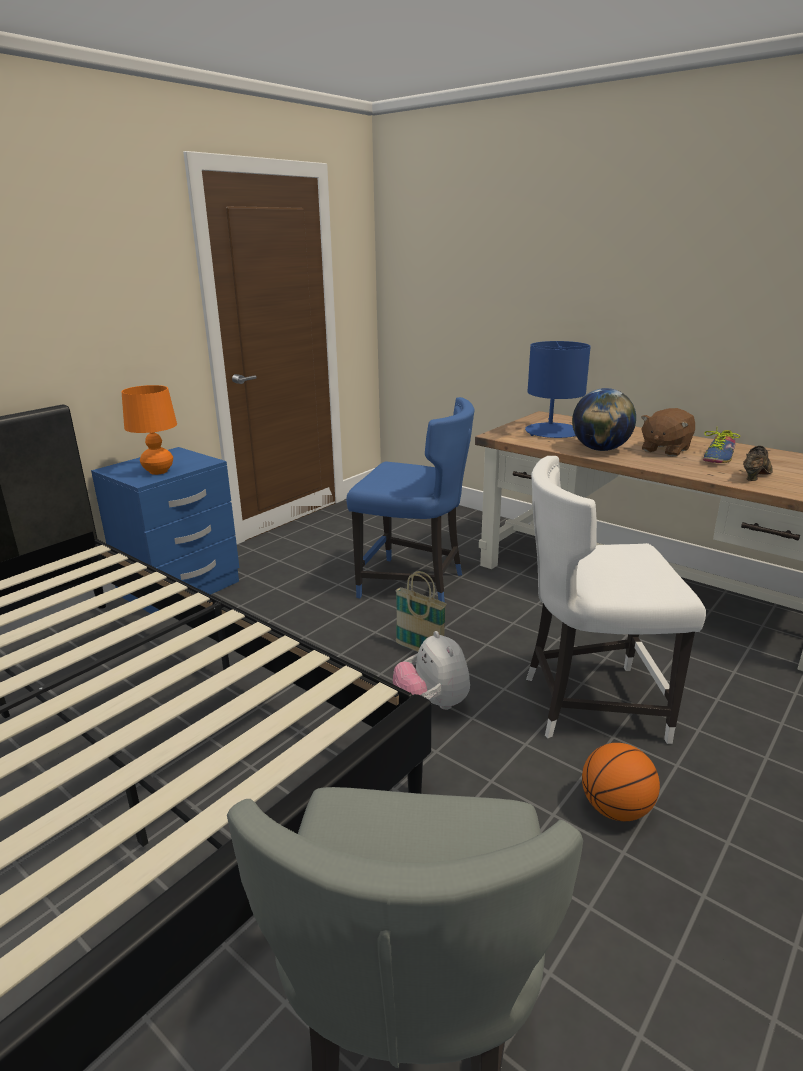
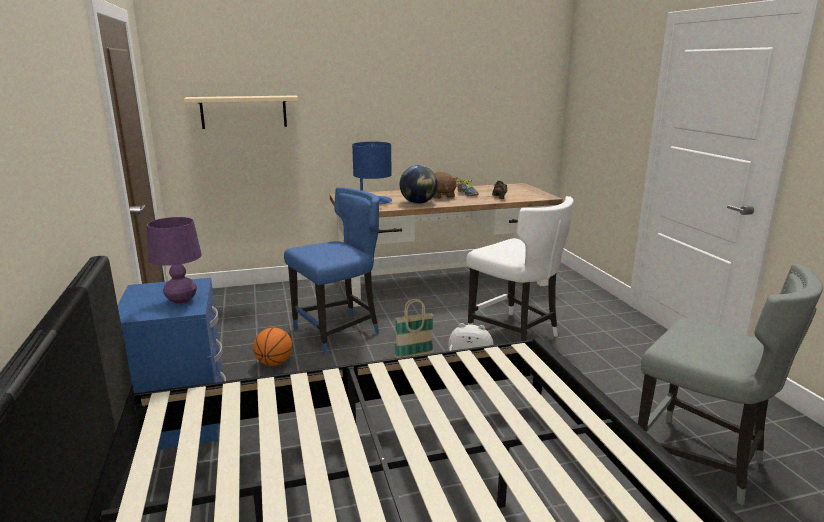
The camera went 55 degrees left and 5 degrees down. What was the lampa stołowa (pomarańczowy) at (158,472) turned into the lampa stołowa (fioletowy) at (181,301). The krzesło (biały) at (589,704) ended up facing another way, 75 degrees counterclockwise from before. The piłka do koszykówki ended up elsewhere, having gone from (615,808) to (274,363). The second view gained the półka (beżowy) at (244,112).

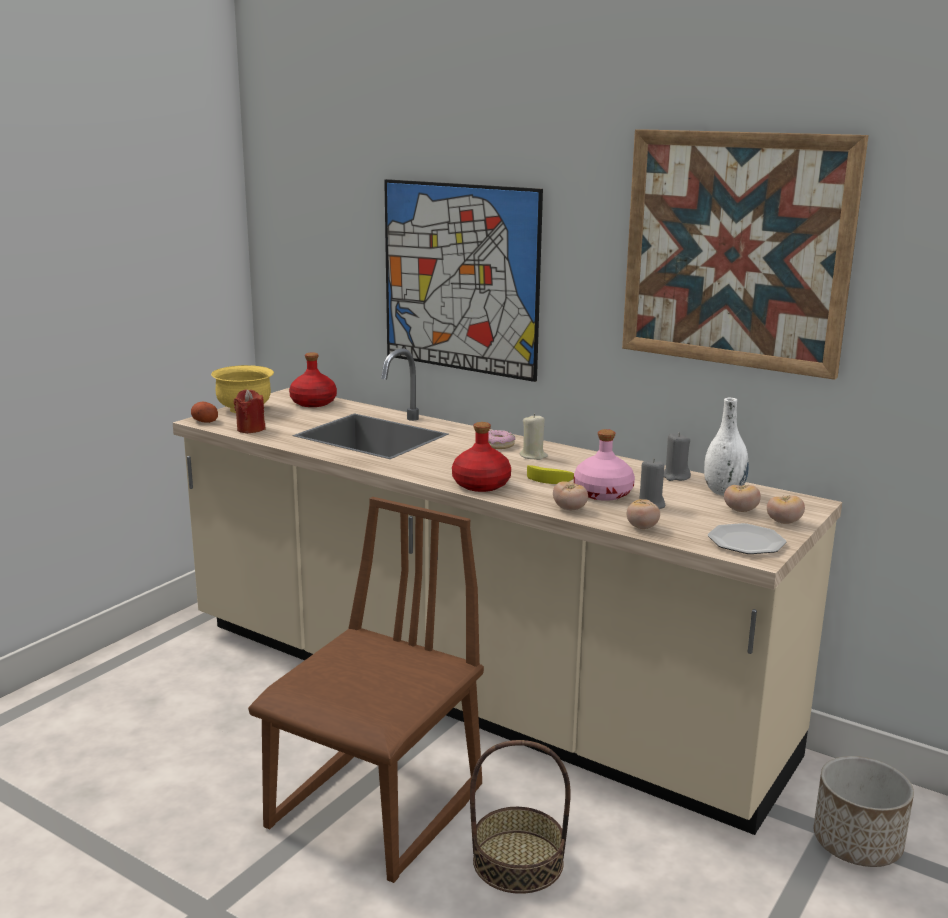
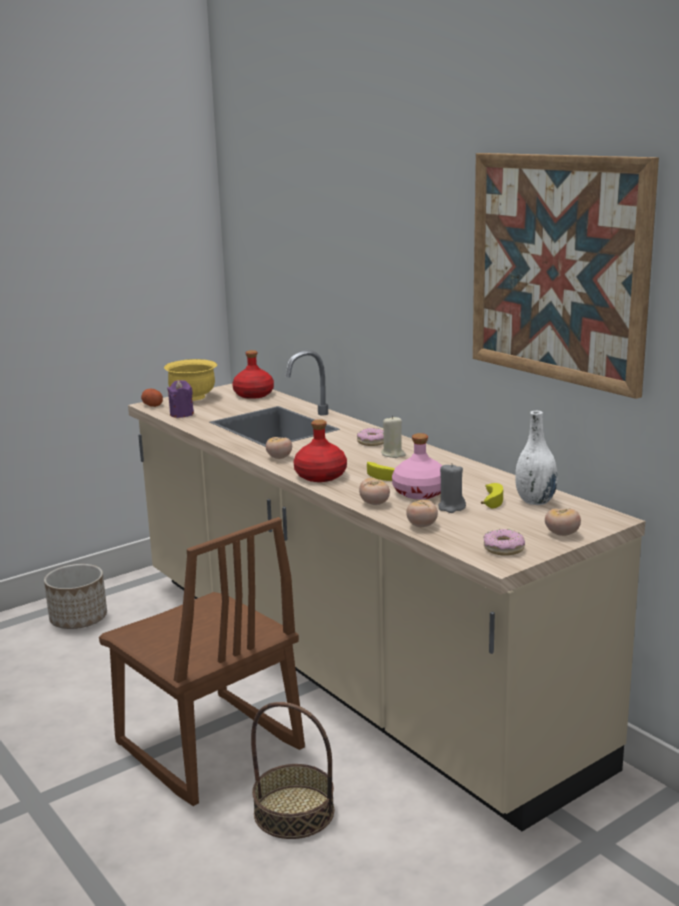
The camera went 20 degrees right and 0 degrees up. The second view lost the obraz at (460,278). What was the świeca (czerwony) at (251,429) turned into the świeca (fioletowy) at (181,414). The second view lost the świeca (szary) at (675,477). The pomidor ended up elsewhere, having gone from (740,510) to (279,458). The krzesło (brązowy) at (378,809) ended up facing another way, 90 degrees clockwise from before. Where the talerz stood at (746,542), the donut came to stand at (503,548). The donica ended up elsewhere, having gone from (858,843) to (79,619). The second view gained the banan at (490,500).

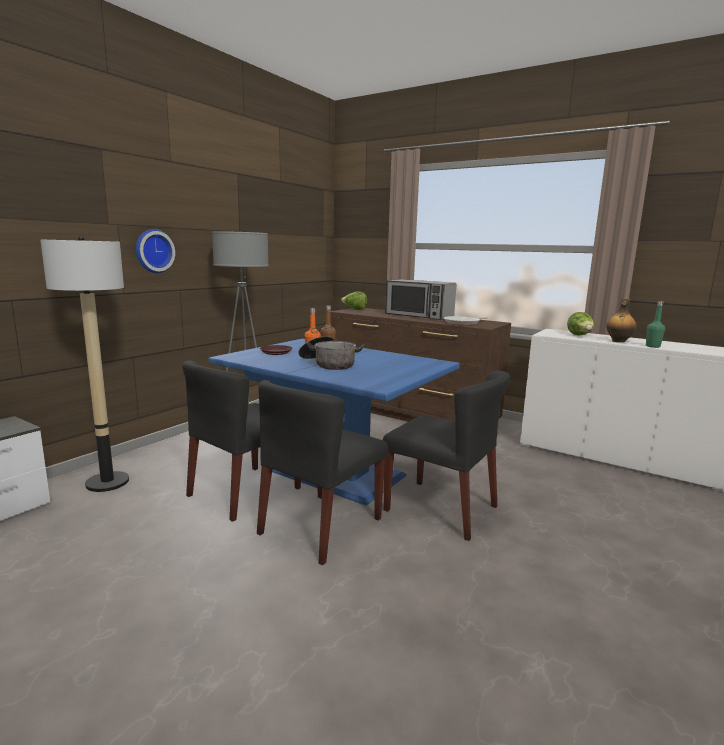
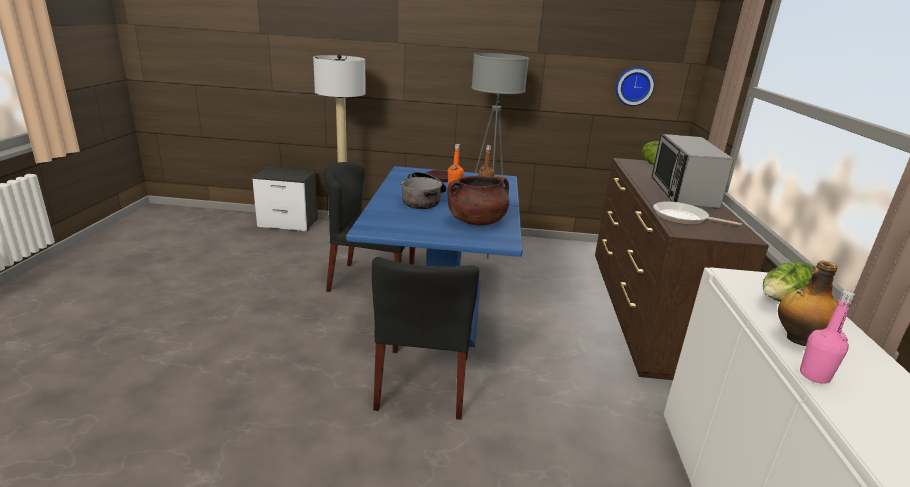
The camera went 60 degrees right and 10 degrees up. The zegar ścienny ended up elsewhere, having gone from (153,251) to (634,86). What was the butelka (zielony) at (652,346) turned into the butelka (różowy) at (814,375). The second view lost the krzesło (czarny) at (320,526). The second view gained the garnek (brązowy) at (476,221).

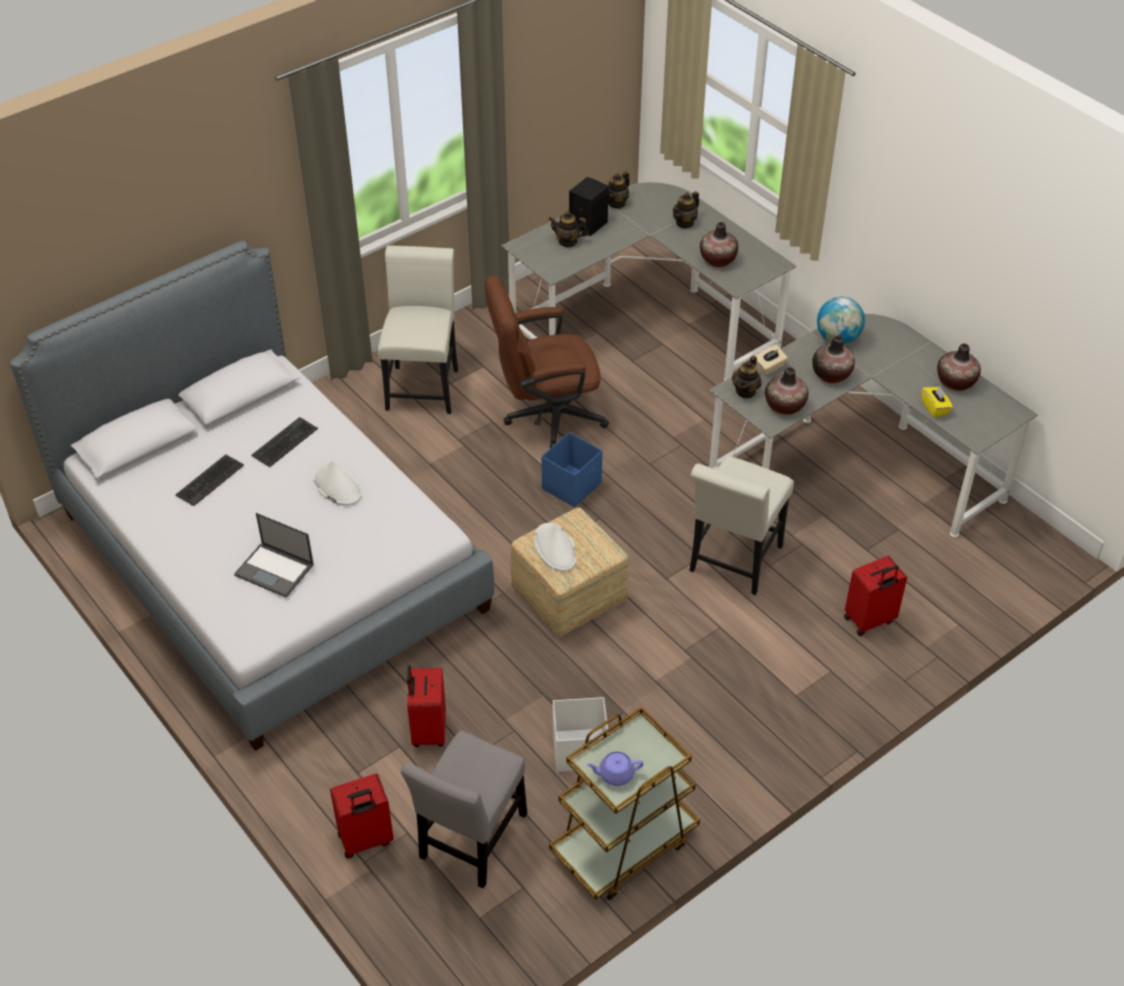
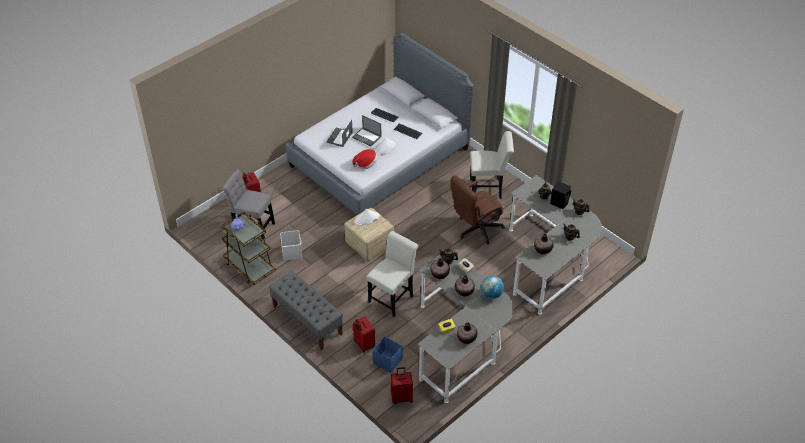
The camera went 85 degrees right and 0 degrees up. The krzesło biurowe (brązowy) at (545,416) ended up facing another way, 105 degrees counterclockwise from before. The pojemnik do przechowywania (niebieski) ended up elsewhere, having gone from (572,486) to (387,361). The krzesło (biały) at (733,563) ended up facing another way, 105 degrees clockwise from before. The walizka (czerwony) ended up elsewhere, having gone from (427,731) to (402,397). The second view gained the laptop at (367,137). The second view gained the kapelusz at (366,164). The second view gained the ławka (szary) at (307,320).

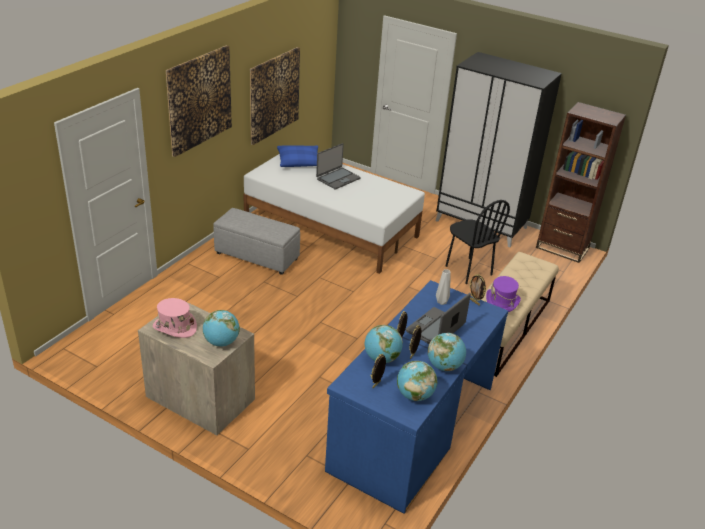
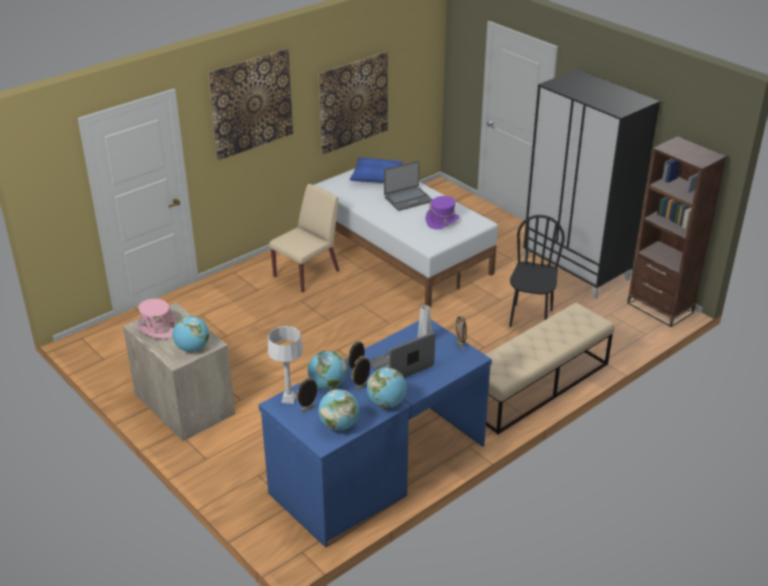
The camera went 20 degrees right and 0 degrees up. The krzesło (czarny) at (468,270) ended up facing another way, 150 degrees counterclockwise from before. Where the pufa (szary) stood at (257,256), the krzesło (beżowy) came to stand at (307,273). The kapelusz (fioletowy) ended up elsewhere, having gone from (502,302) to (442,221). The second view gained the lampa stołowa (szary) at (288,399).

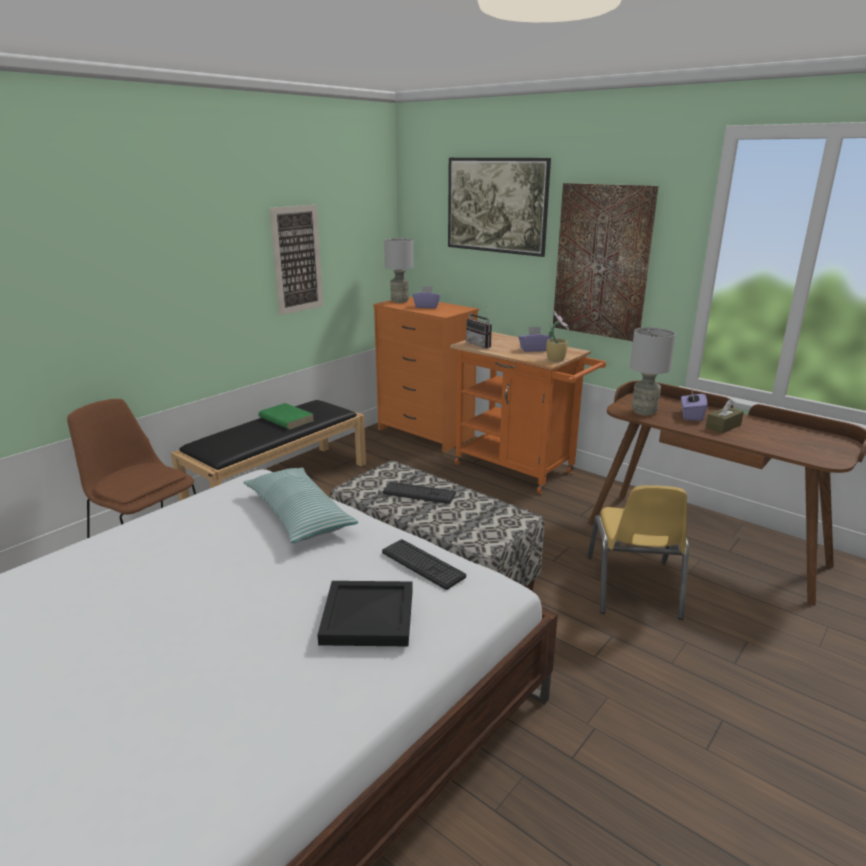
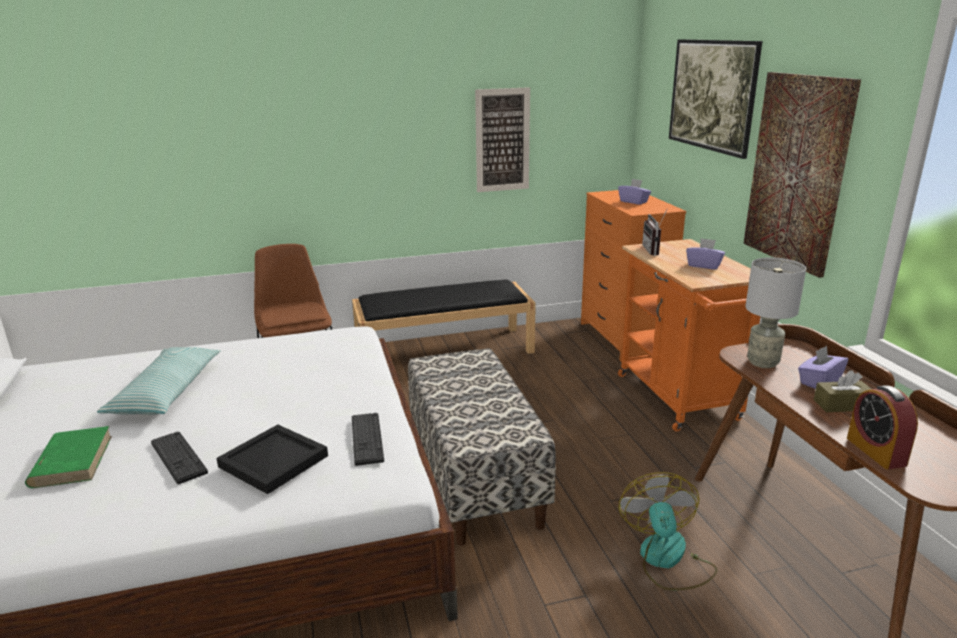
The camera went 35 degrees right and 0 degrees up. The second view lost the lampa stołowa (szary) at (400,301). The second view lost the roślina doniczkowa at (556,359). The książka (zielony) ended up elsewhere, having gone from (286,419) to (72,460). The poduszka ended up elsewhere, having gone from (298,515) to (167,392). The klawiatura ended up elsewhere, having gone from (419,493) to (178,457). Where the krzesło (żółty) stood at (632,586), the wentylator came to stand at (667,559). The second view gained the budzik at (876,451).

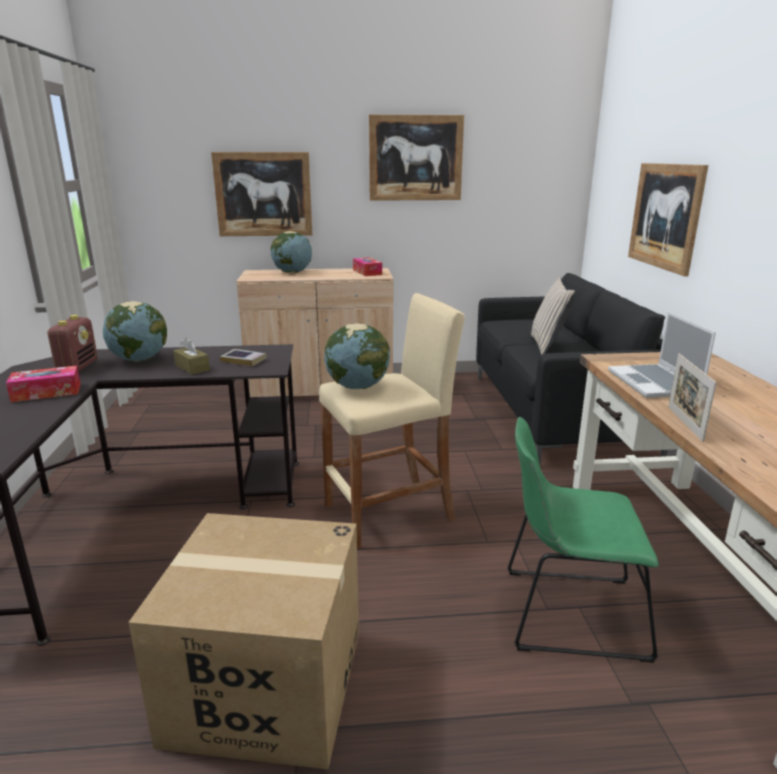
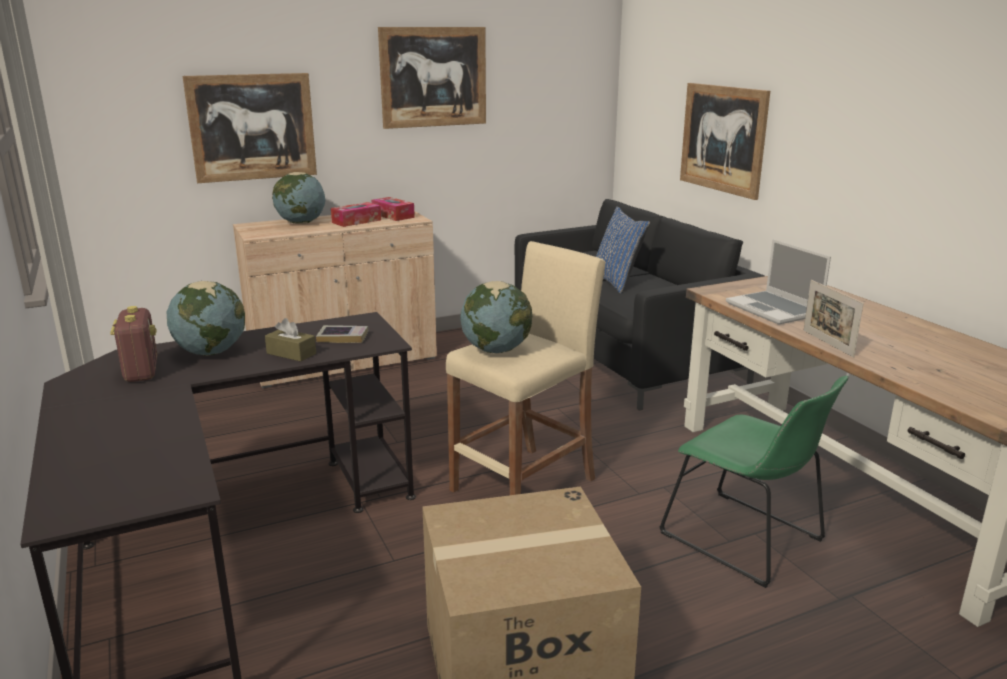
The camera went 20 degrees left and 0 degrees up. What was the poduszka (beżowy) at (548,345) turned into the poduszka (niebieski) at (617,281). The pudełko chusteczek ended up elsewhere, having gone from (46,392) to (356,221). The krzesło (zielony) at (566,612) ended up facing another way, 120 degrees counterclockwise from before.

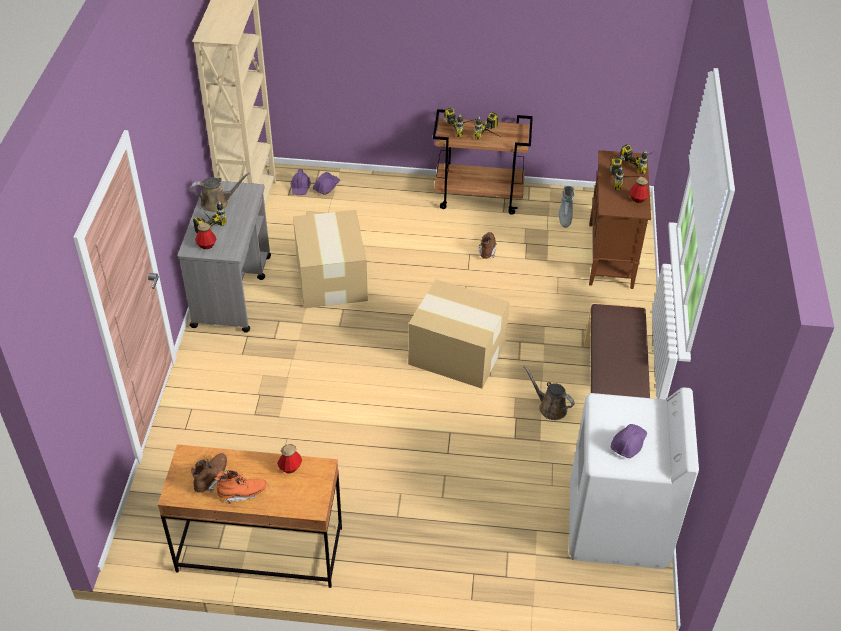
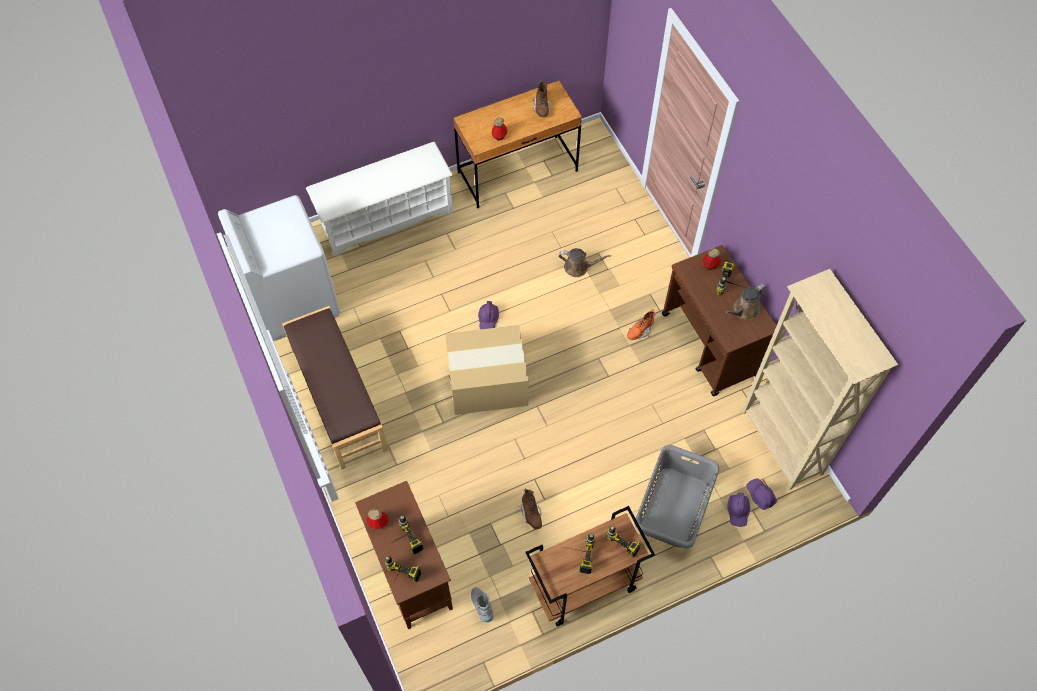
The camera went 150 degrees right and 15 degrees up. What was the wózek (szary) at (232,290) turned into the wózek (brązowy) at (710,345). The second view lost the karton at (331,277). The konewka (brązowy) ended up elsewhere, having gone from (550,407) to (578,267). The kask (fioletowy) ended up elsewhere, having gone from (628,443) to (488,319). The but z cholewką (pomarańczowy) ended up elsewhere, having gone from (242,493) to (640,331). The second view gained the regał na buty (biały) at (386,217). The second view gained the kosz na pranie (szary) at (674,507).

